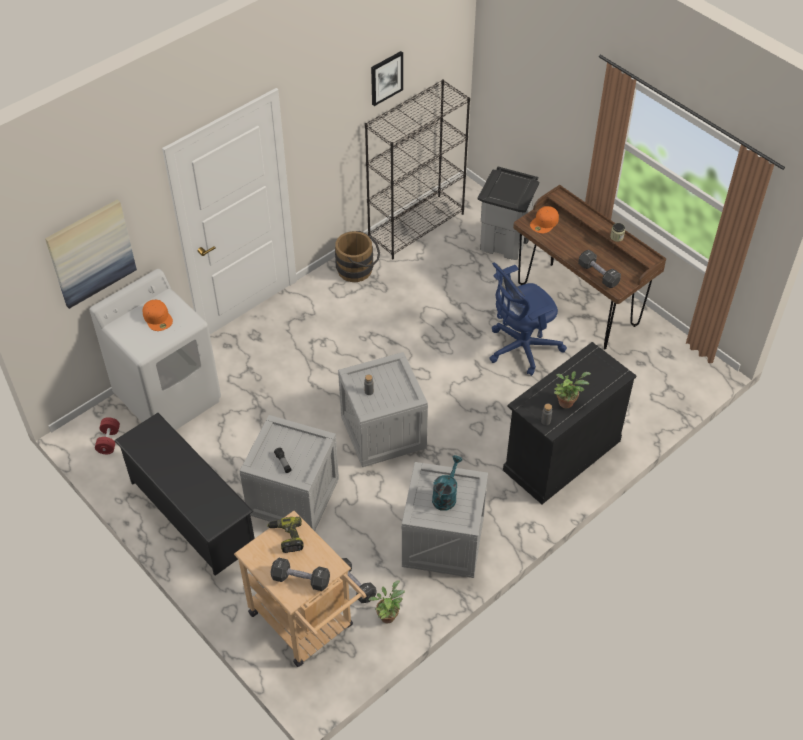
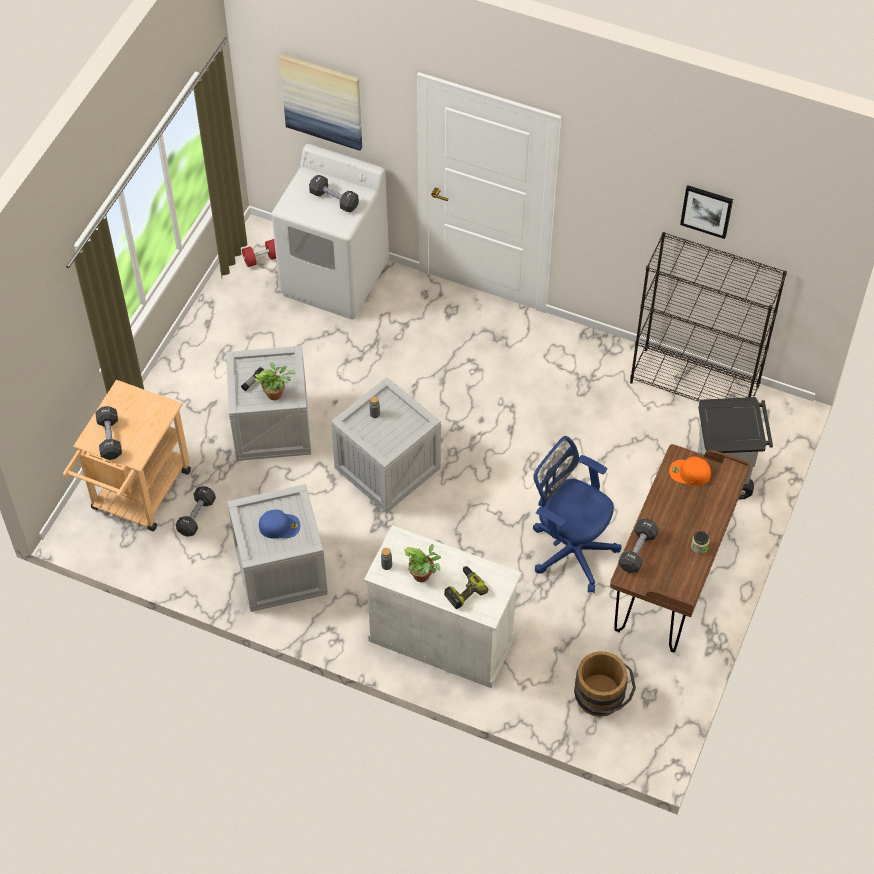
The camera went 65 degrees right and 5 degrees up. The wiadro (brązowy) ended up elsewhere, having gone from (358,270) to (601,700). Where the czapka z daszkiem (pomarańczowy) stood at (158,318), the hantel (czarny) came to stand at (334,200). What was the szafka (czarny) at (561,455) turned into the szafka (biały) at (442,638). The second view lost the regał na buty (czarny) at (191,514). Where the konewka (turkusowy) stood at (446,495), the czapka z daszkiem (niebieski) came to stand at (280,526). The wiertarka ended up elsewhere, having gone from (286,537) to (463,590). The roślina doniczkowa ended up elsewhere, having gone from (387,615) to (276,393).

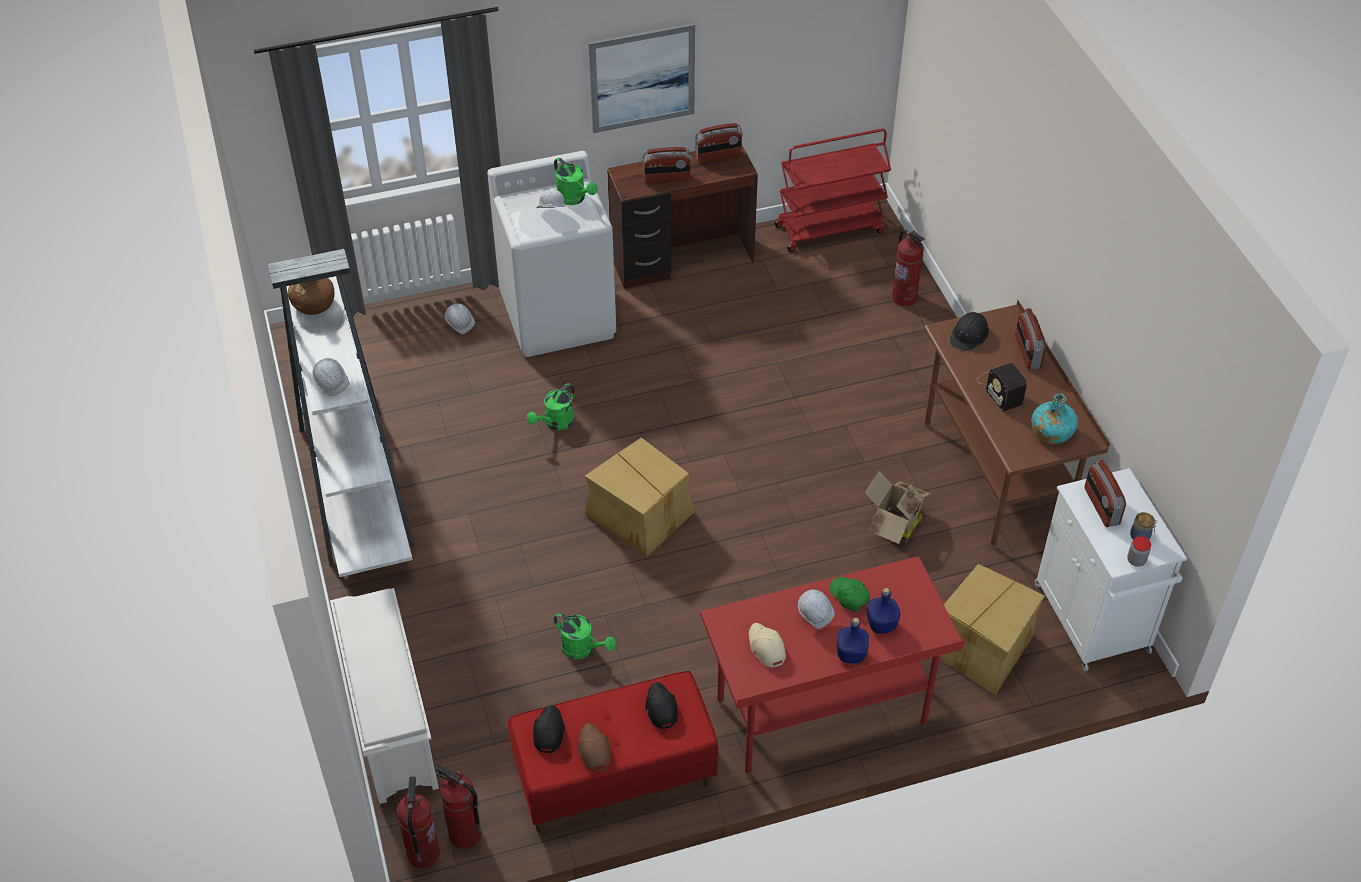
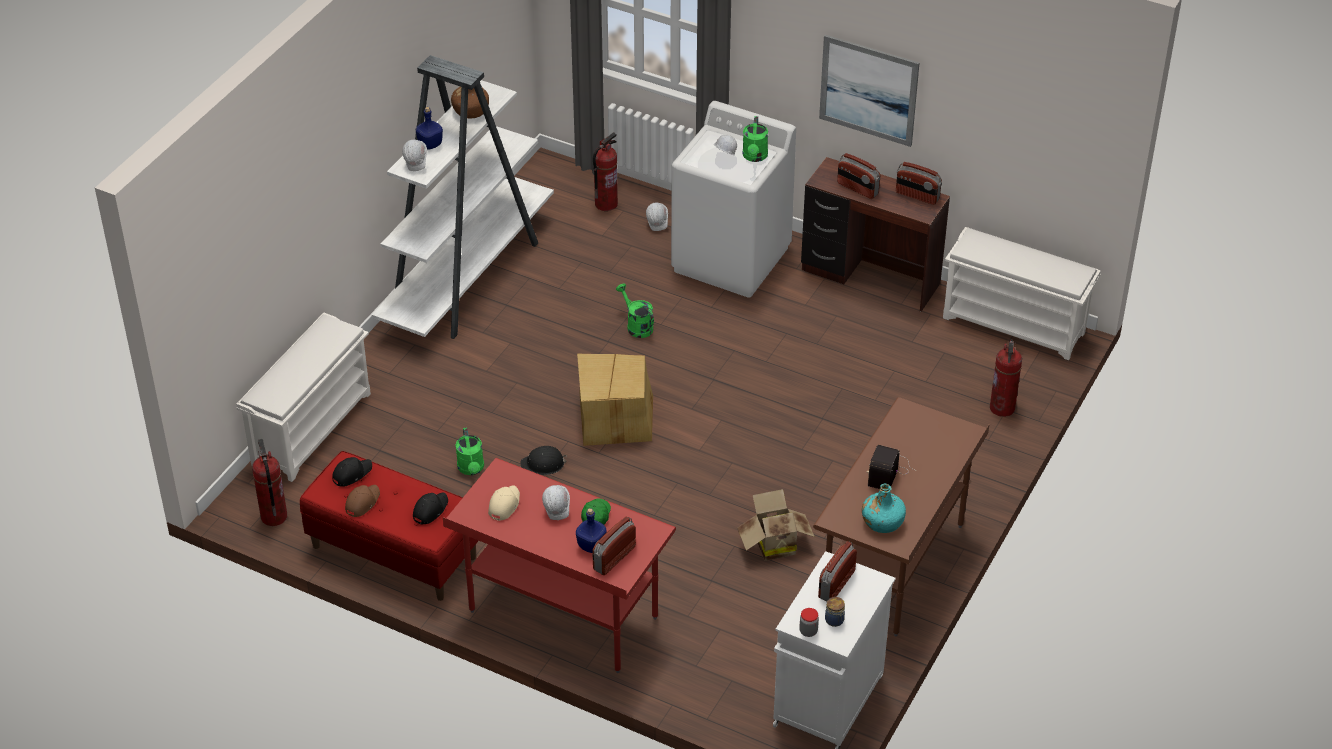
The camera went 45 degrees right and 5 degrees down. Where the wózek (czerwony) stood at (830,228), the regał na buty (biały) came to stand at (1015,325). The radio ended up elsewhere, having gone from (1027,352) to (614,558). The kask (czarny) ended up elsewhere, having gone from (969,335) to (543,464). The konewka (zielony) at (555,423) ended up facing another way, 60 degrees clockwise from before. The second view lost the karton at (980,645). The butelka (niebieski) ended up elsewhere, having gone from (851,655) to (430,144). The gaśnica ended up elsewhere, having gone from (423,854) to (606,204).

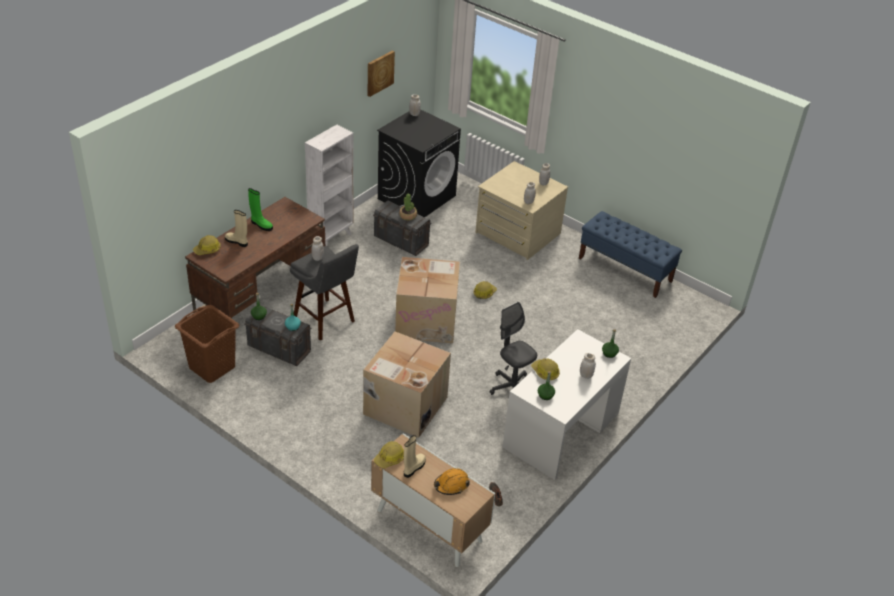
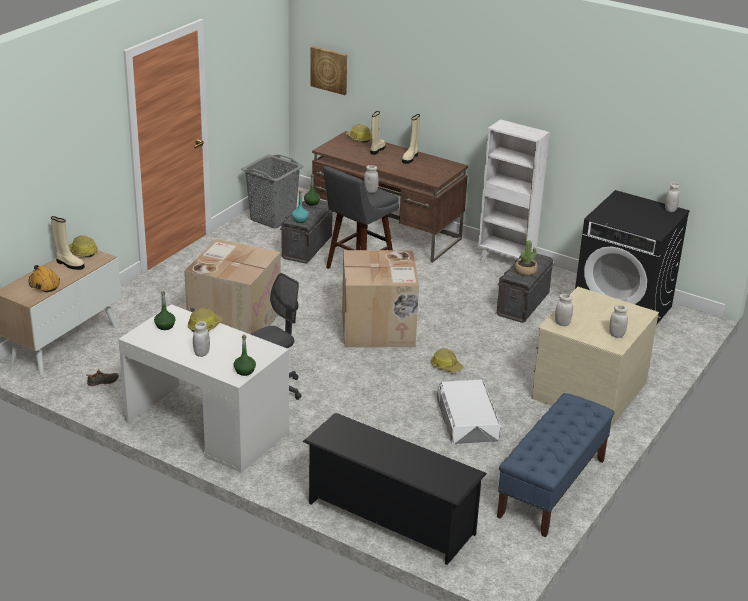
The camera went 85 degrees right and 10 degrees down. The obraz ended up elsewhere, having gone from (379,73) to (329,70). What was the but z cholewką (zielony) at (261,225) turned into the but z cholewką (beżowy) at (410,158). What was the kosz na pranie (brązowy) at (212,367) turned into the kosz na pranie (szary) at (273,218). The second view gained the pojemnik do przechowywania (biały) at (467,419). The second view gained the regał na buty (czarny) at (390,518).

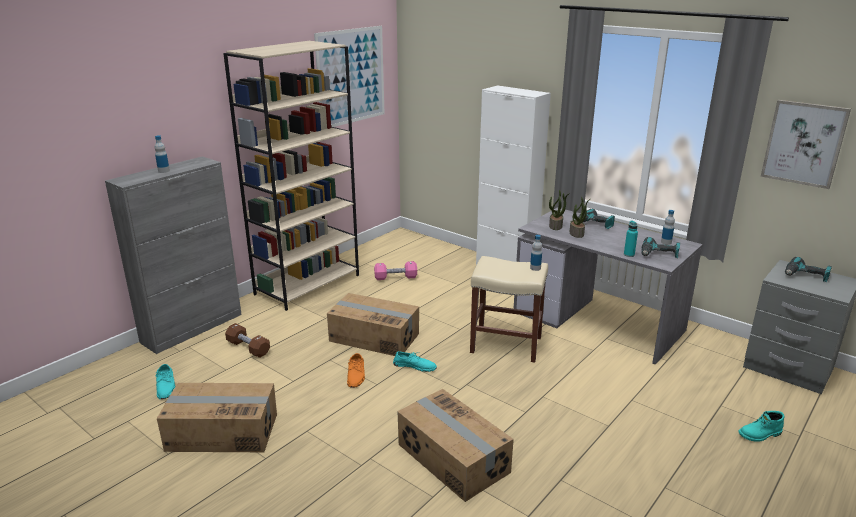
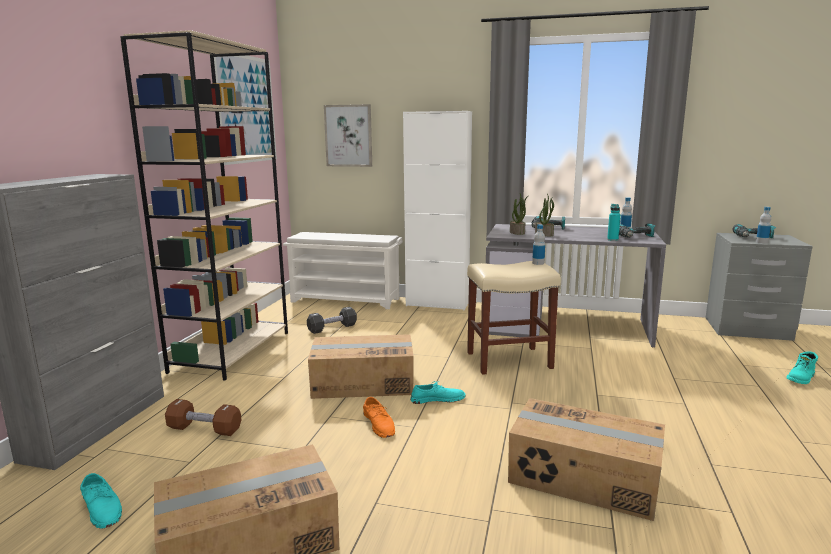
The camera went 25 degrees left and 10 degrees down. The obraz ended up elsewhere, having gone from (804,143) to (348,135). The butelka ended up elsewhere, having gone from (163,171) to (761,242). What was the hantel (różowy) at (395,277) turned into the hantel (czarny) at (332,328). The second view gained the regał na buty (biały) at (346,300).

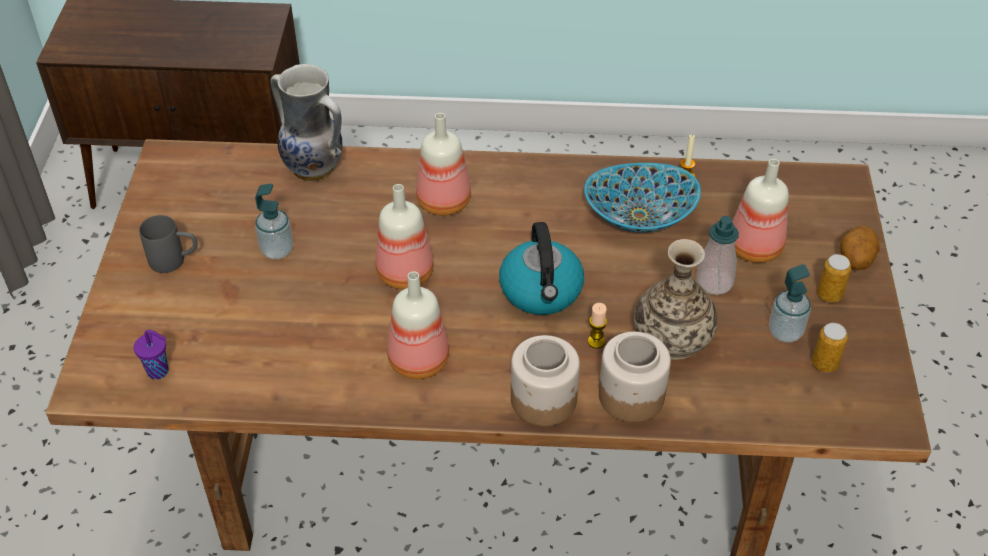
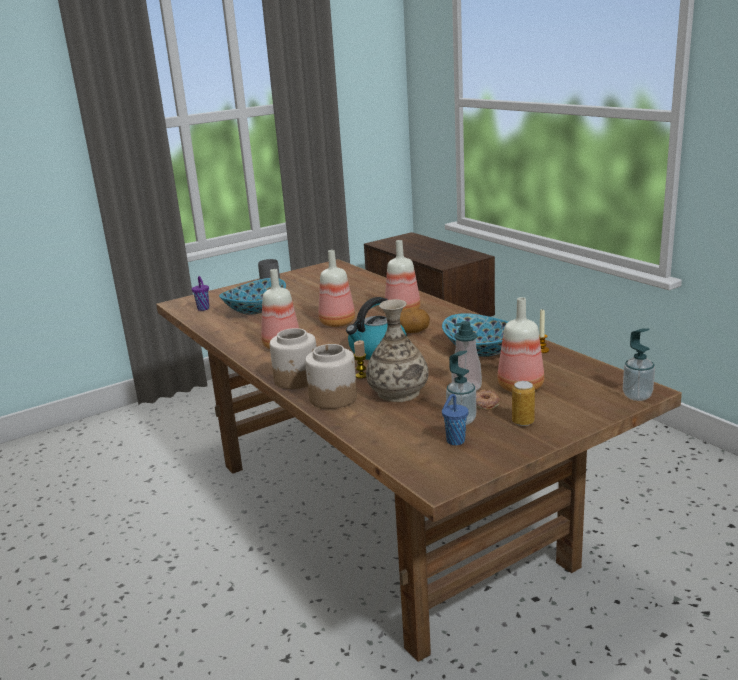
The camera went 55 degrees right and 25 degrees down. The second view lost the wazon at (314,167). The dozownik mydła ended up elsewhere, having gone from (277,250) to (637,396). The ziemniak ended up elsewhere, having gone from (855,261) to (412,332). Where the puszka stood at (824,364), the filiżanka (niebieski) came to stand at (454,441). The second view gained the miska at (254,310). The second view gained the donut at (485,403).

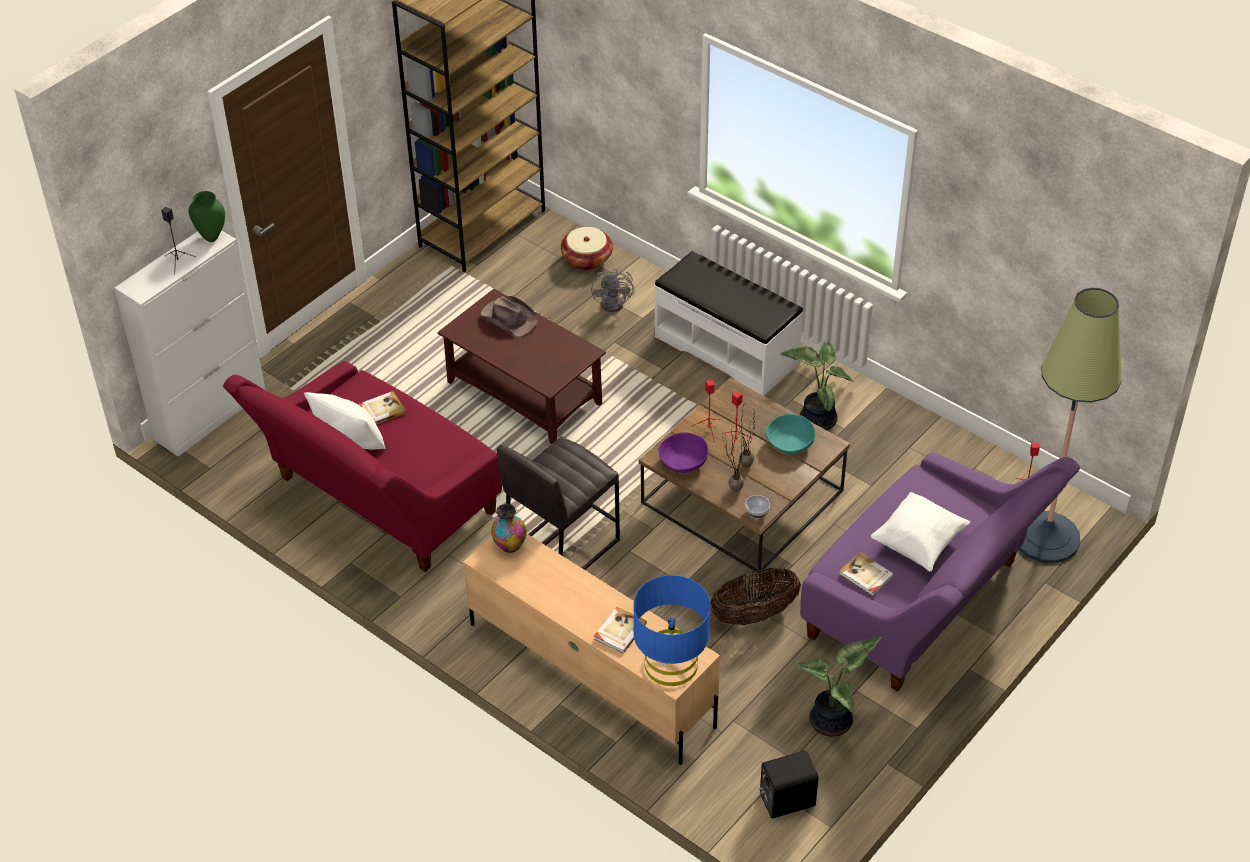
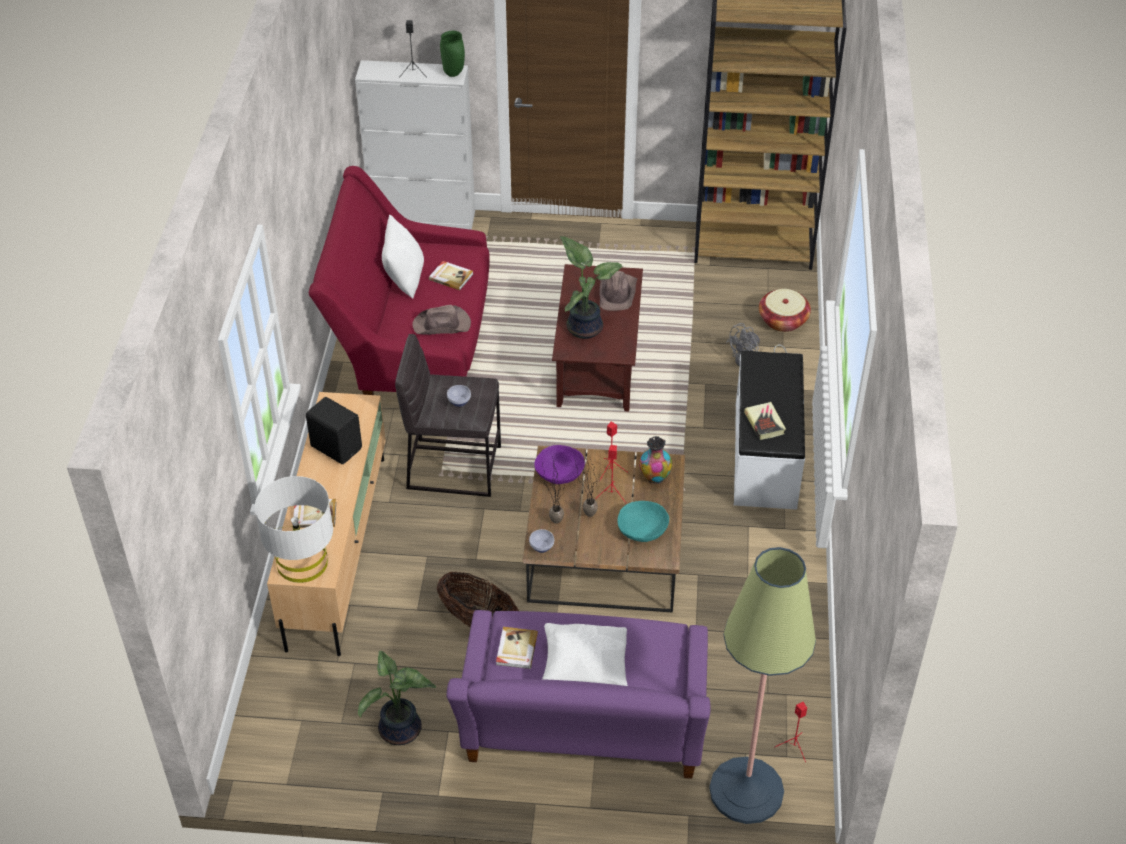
The camera went 55 degrees right and 0 degrees up. The roślina doniczkowa ended up elsewhere, having gone from (816,419) to (585,327). The wazon ended up elsewhere, having gone from (509,545) to (654,477). What was the lampa stołowa (niebieski) at (671,664) turned into the lampa stołowa (biały) at (302,562). The głośnik (czarny) ended up elsewhere, having gone from (785,799) to (336,447). The second view gained the kapelusz (brązowy) at (442,325). The second view gained the miska at (459,402). The second view gained the książka at (764,423).

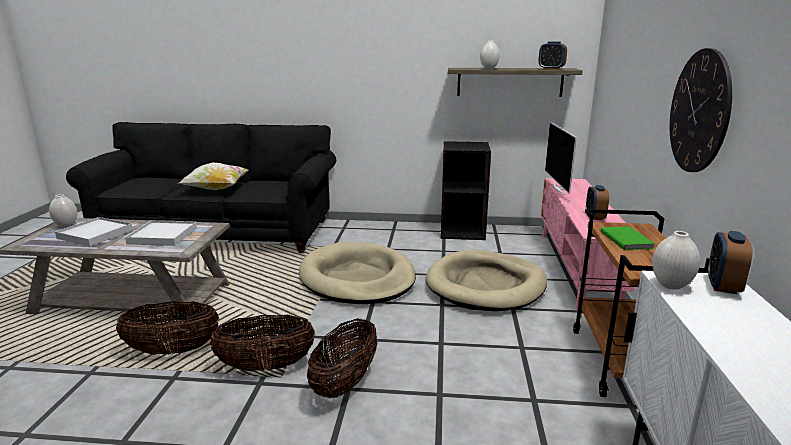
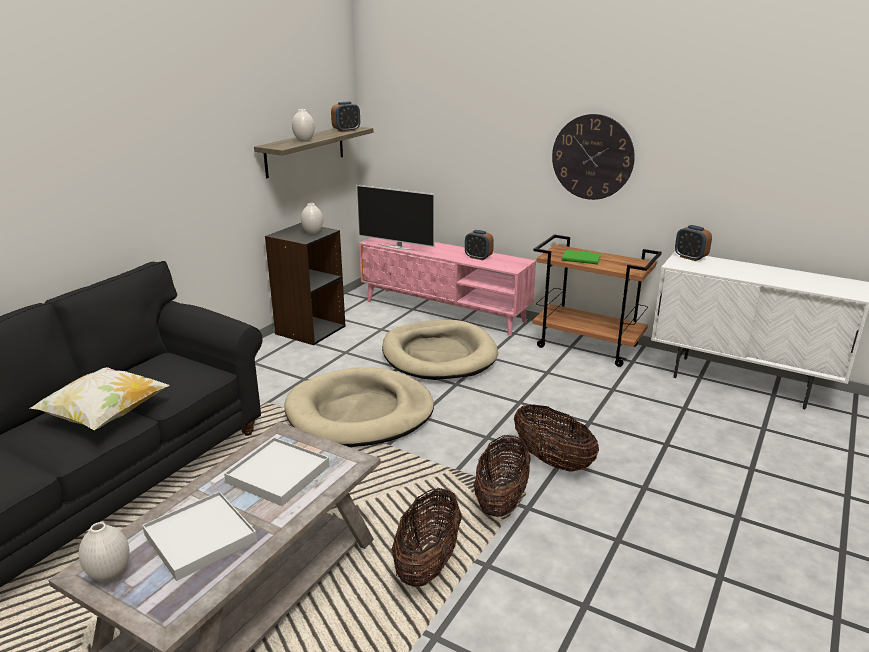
The camera went 65 degrees left and 5 degrees up. The wazon (biały) ended up elsewhere, having gone from (670,285) to (312,232).

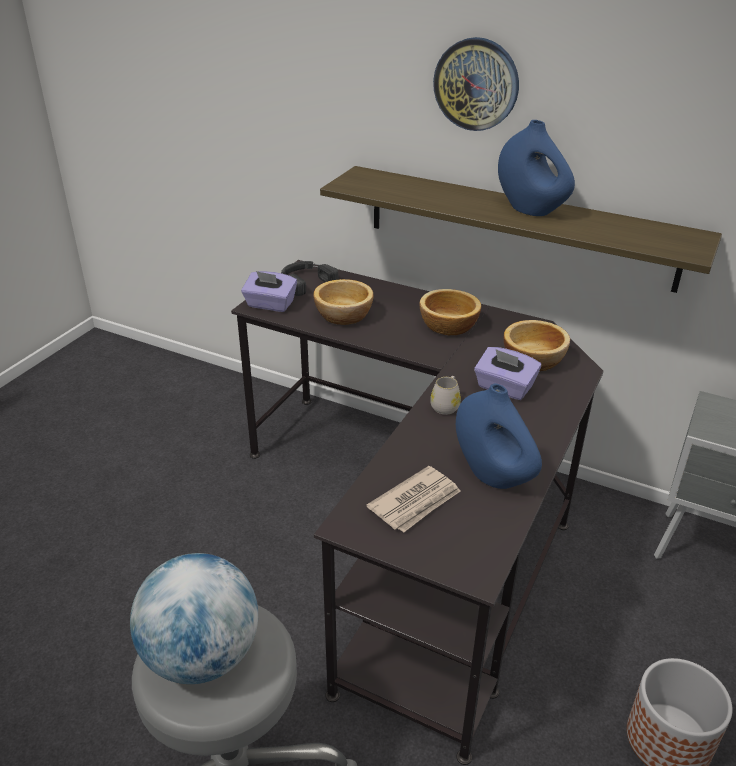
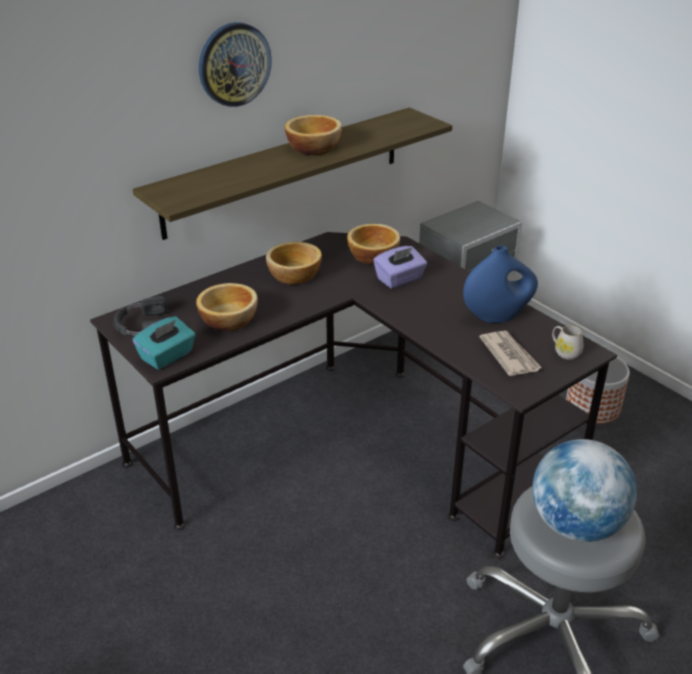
The camera went 65 degrees left and 0 degrees up. Where the wazon (niebieski) stood at (530,210), the miska came to stand at (314,148). What was the pudełko chusteczek (fioletowy) at (270,305) turned into the pudełko chusteczek (turkusowy) at (167,356). The kubek (biały) ended up elsewhere, having gone from (446,405) to (564,352).

